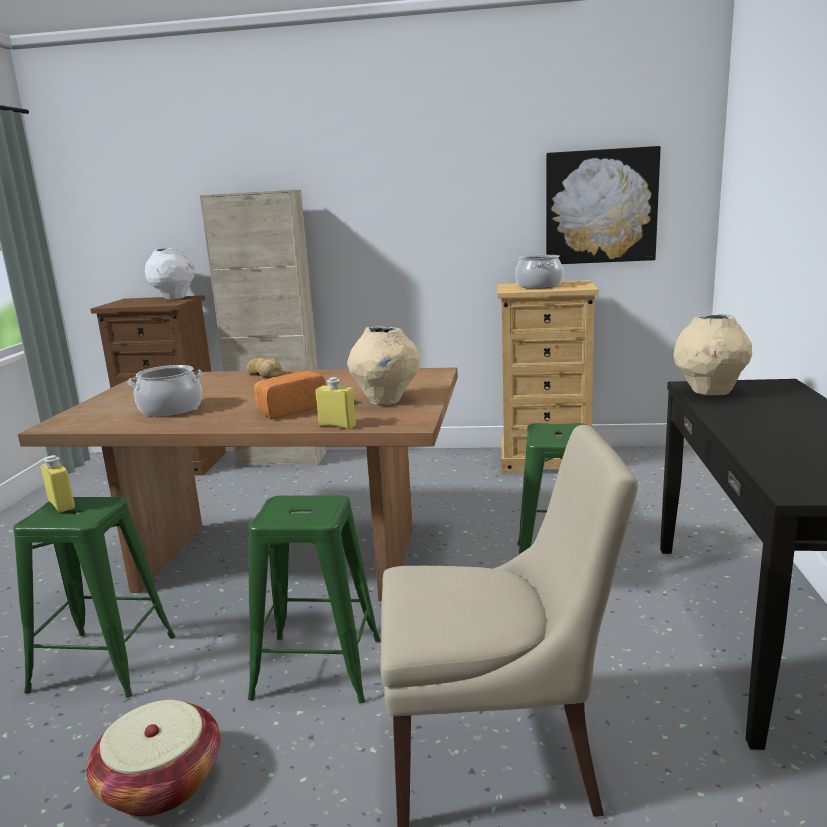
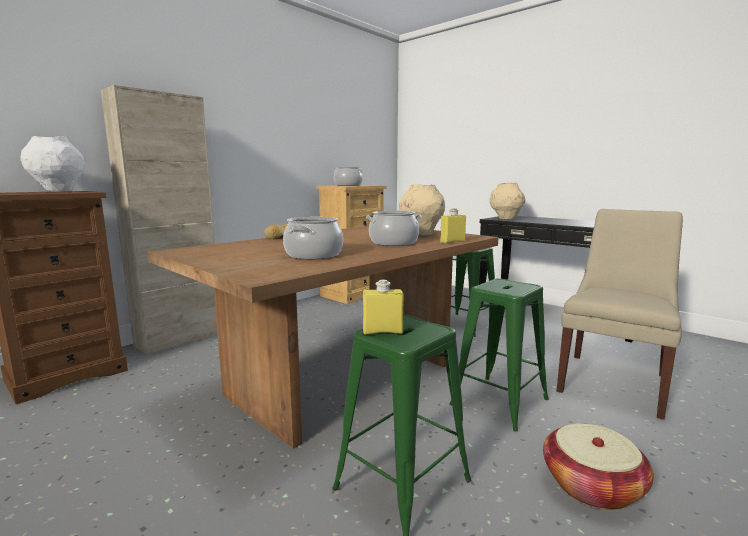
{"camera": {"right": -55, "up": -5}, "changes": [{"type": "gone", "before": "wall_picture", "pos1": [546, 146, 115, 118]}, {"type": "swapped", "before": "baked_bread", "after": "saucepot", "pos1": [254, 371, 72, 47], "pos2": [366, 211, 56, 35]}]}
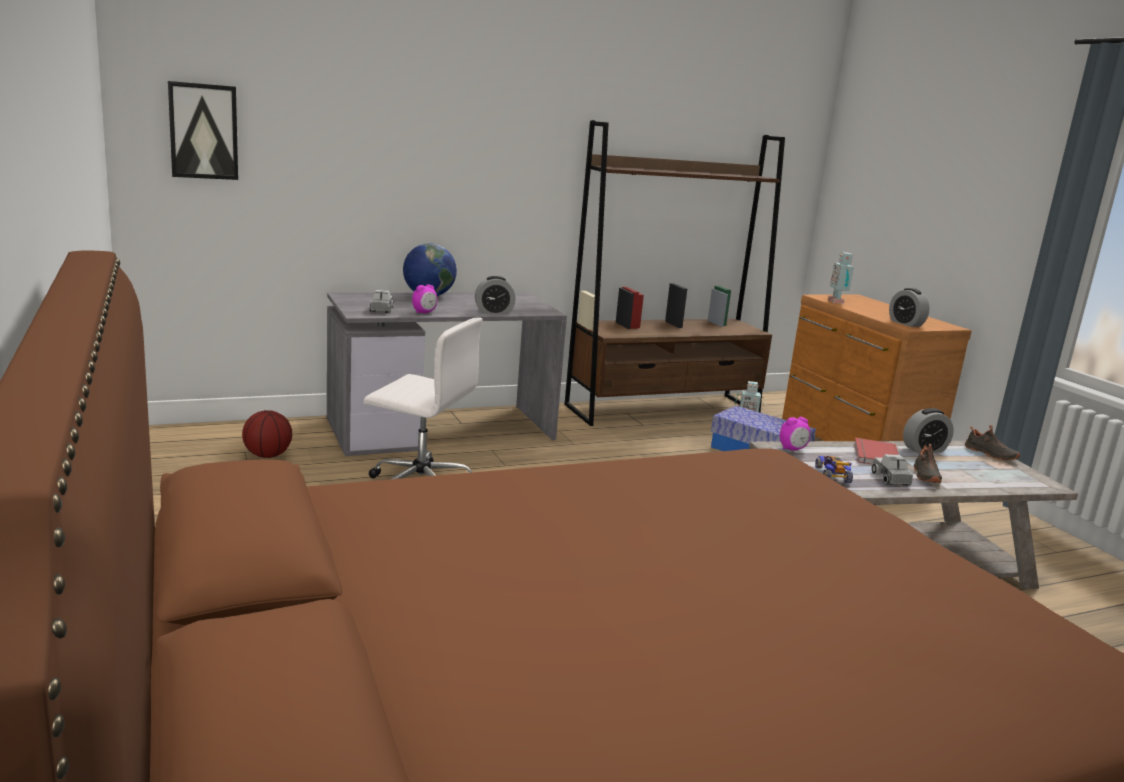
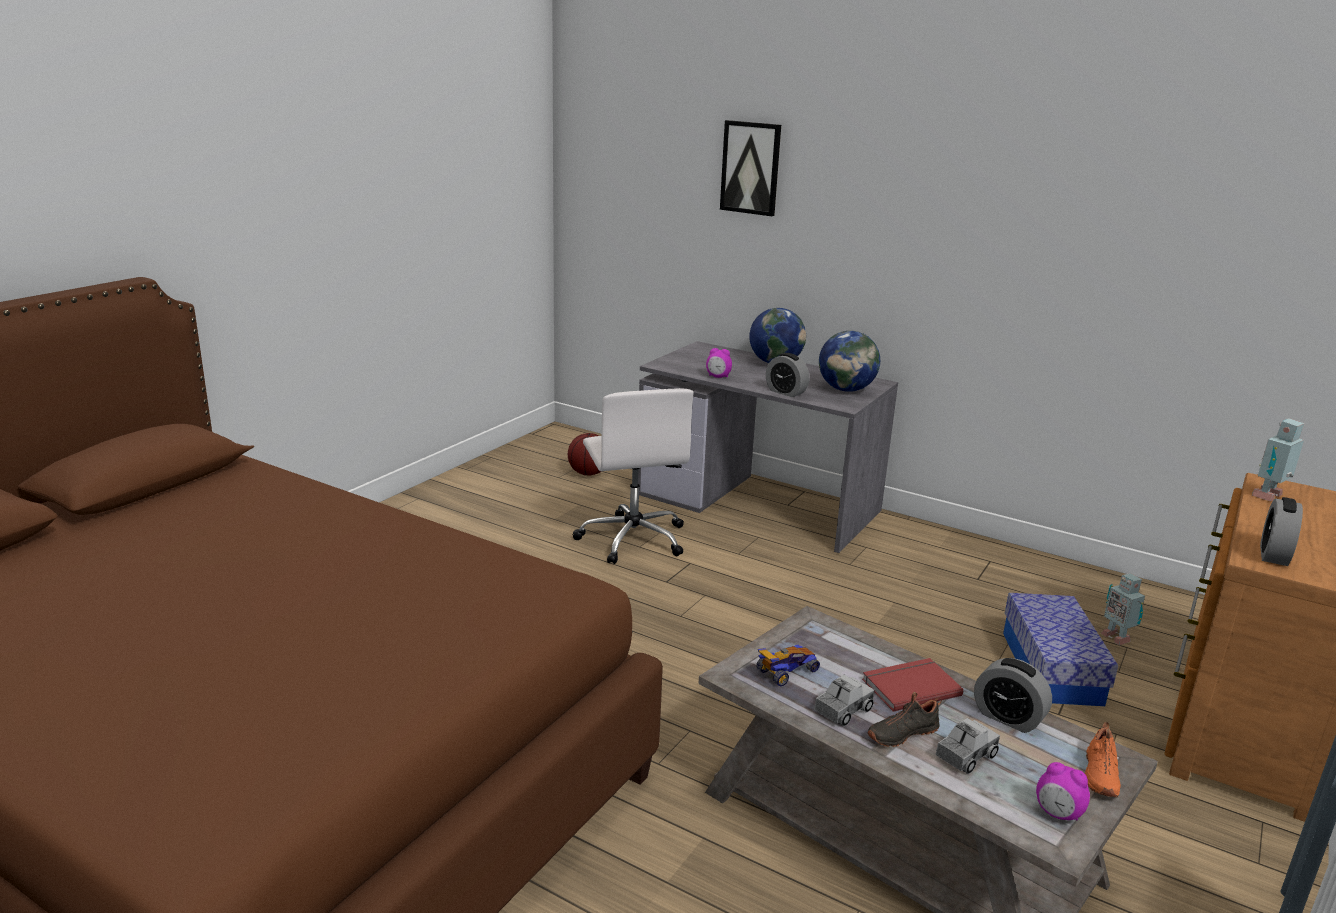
{"camera": {"right": 55, "up": 5}, "changes": [{"type": "gone", "before": "brown_shelving_unit", "pos1": [564, 120, 221, 306]}, {"type": "new", "after": "desk_globe", "pos2": [819, 331, 61, 61]}, {"type": "shifted", "before": "wall_picture", "pos1": [168, 81, 70, 99], "pos2": [720, 120, 61, 96]}, {"type": "shifted", "before": "toy_truck", "pos1": [370, 290, 24, 23], "pos2": [935, 718, 65, 56]}, {"type": "shifted", "before": "alarm_clock", "pos1": [780, 417, 30, 34], "pos2": [1036, 762, 54, 58]}, {"type": "repainted", "before": "black-coloured_shoe", "after": "orange-coloured_shoe", "pos1": [965, 425, 55, 36], "pos2": [1085, 722, 36, 75]}]}
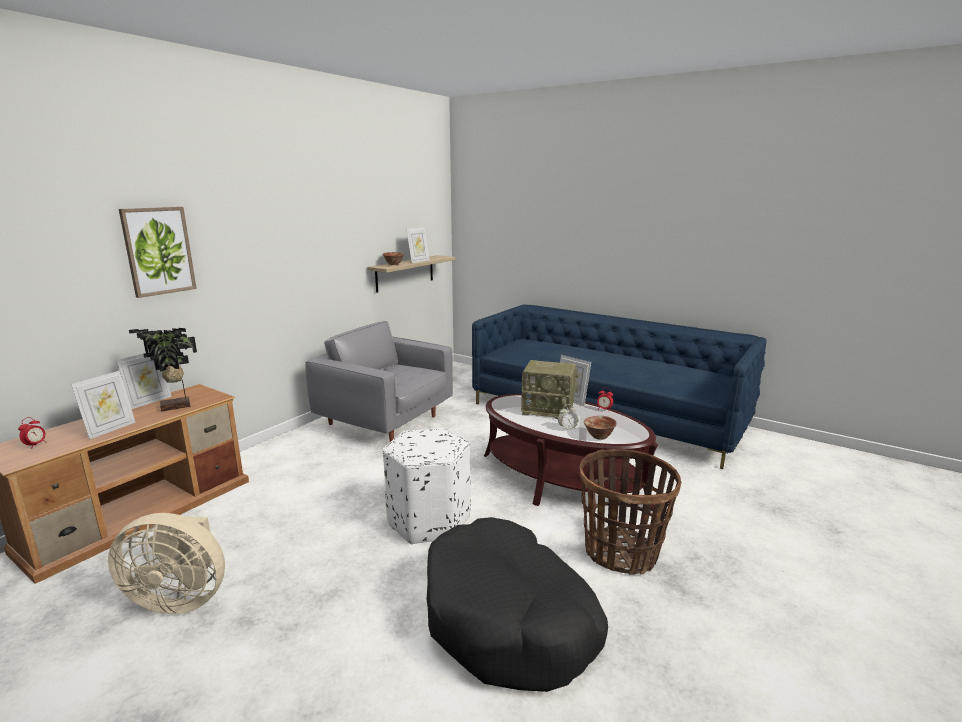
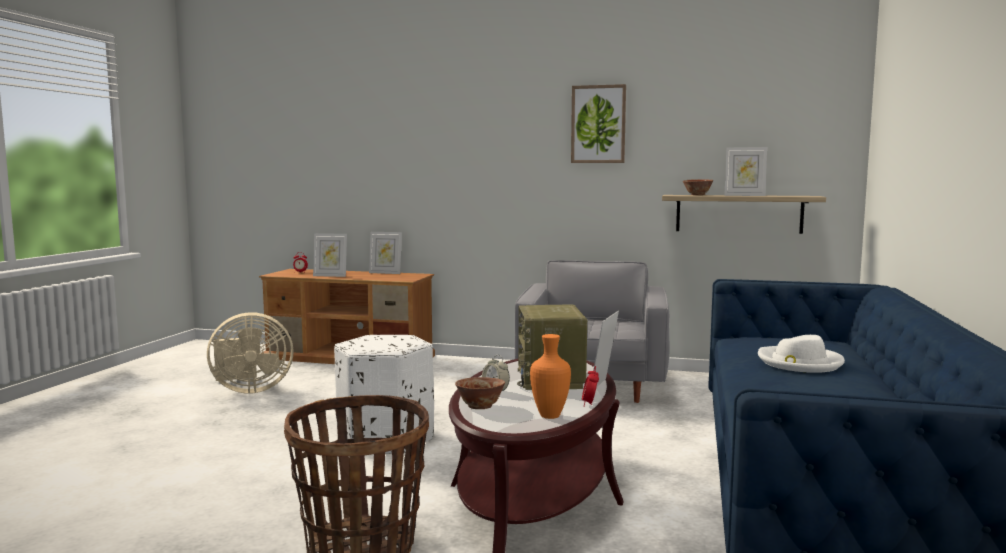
{"camera": {"right": 70, "up": -10}, "changes": [{"type": "gone", "before": "plant_in_a_pot", "pos1": [129, 328, 68, 83]}, {"type": "gone", "before": "black-coloured_pet_bed", "pos1": [427, 517, 181, 175]}, {"type": "new", "after": "orange-coloured_decorative_vase", "pos2": [530, 334, 41, 85]}, {"type": "new", "after": "whitish_clothing_hat", "pos2": [758, 335, 87, 38]}, {"type": "shifted", "before": "wall_picture", "pos1": [119, 207, 78, 91], "pos2": [571, 84, 55, 79]}, {"type": "rotated", "before": "beige-coloured_cooling_fan", "pos1": [108, 513, 117, 101], "pos2": [207, 312, 87, 81], "turn": -90}]}
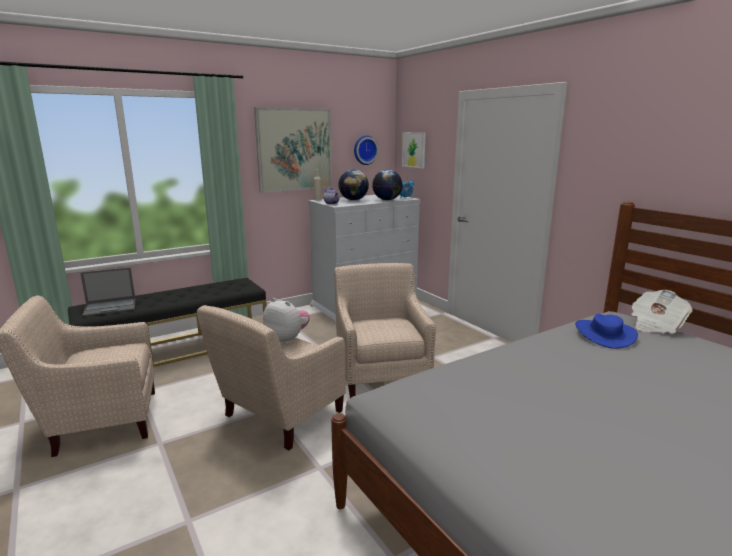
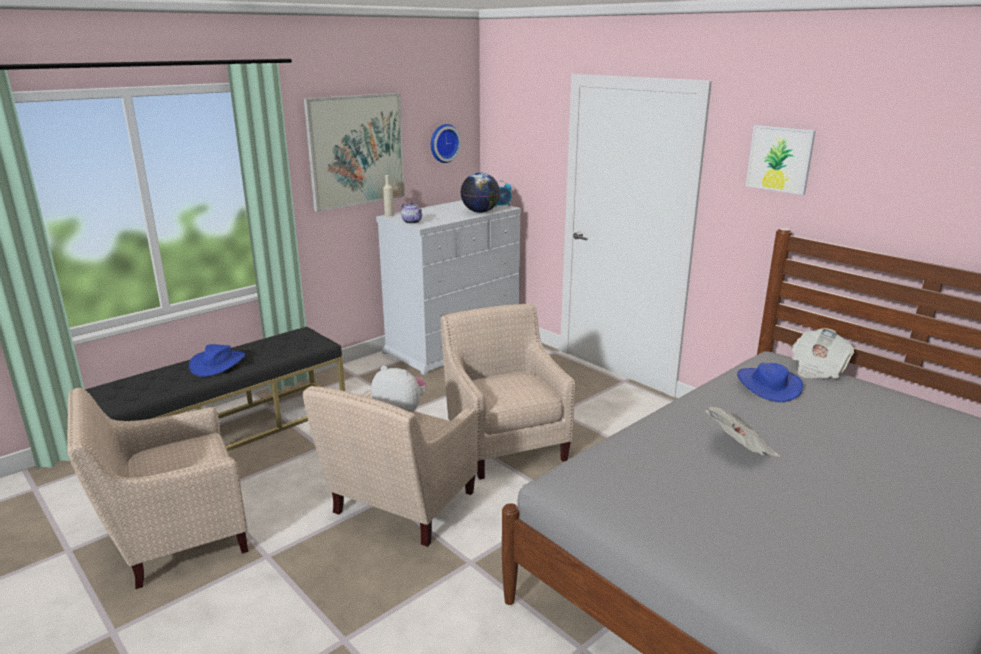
{"camera": {"right": -10, "up": 5}, "changes": [{"type": "gone", "before": "portable_computer", "pos1": [80, 267, 55, 50]}, {"type": "gone", "before": "desk_globe", "pos1": [338, 169, 31, 31]}, {"type": "new", "after": "bluish_clothing_hat", "pos2": [189, 344, 56, 33]}, {"type": "new", "after": "printed_paper", "pos2": [705, 407, 75, 50]}, {"type": "shifted", "before": "wall_picture", "pos1": [402, 132, 24, 37], "pos2": [746, 125, 70, 70]}]}
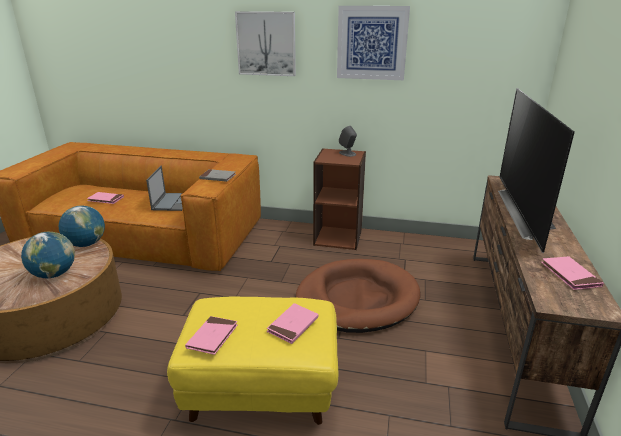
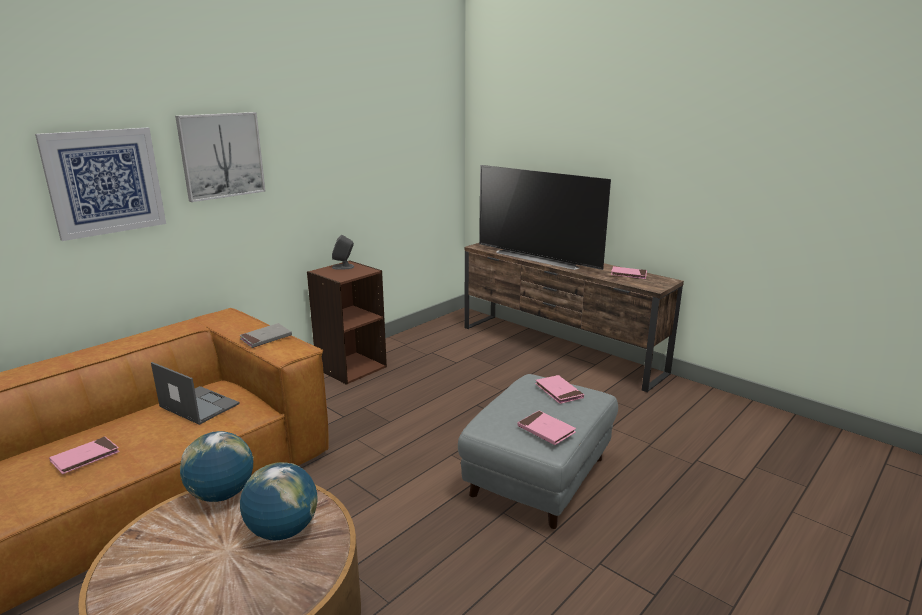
{"camera": {"right": -60, "up": -5}, "changes": [{"type": "gone", "before": "brown_pet_bed", "pos1": [296, 259, 124, 74]}, {"type": "shifted", "before": "wall_picture", "pos1": [337, 6, 73, 74], "pos2": [35, 128, 131, 113]}, {"type": "repainted", "before": "yellowish_footrest", "after": "grey_footrest", "pos1": [167, 297, 171, 128], "pos2": [458, 374, 160, 155]}]}
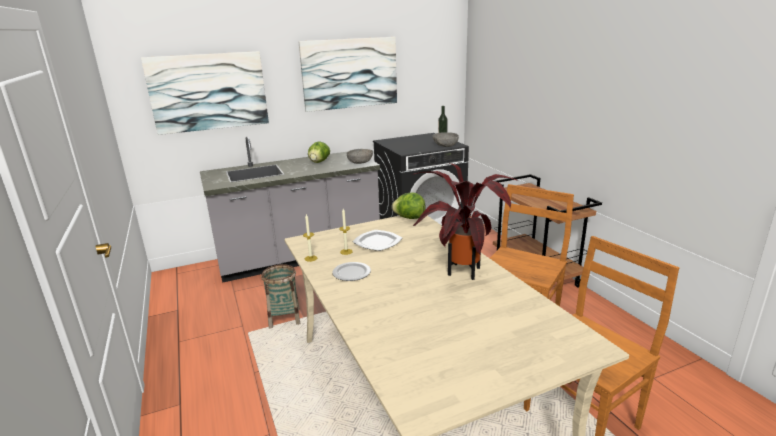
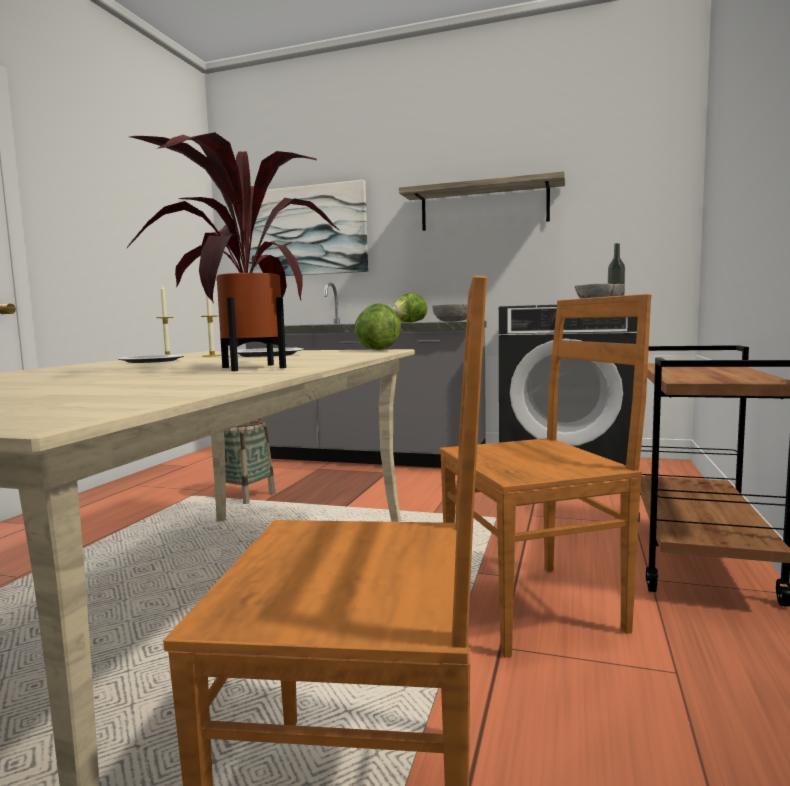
{"camera": {"right": 40, "up": -15}, "changes": [{"type": "swapped", "before": "wall_picture", "after": "shelf", "pos1": [298, 37, 99, 75], "pos2": [399, 171, 166, 60]}]}
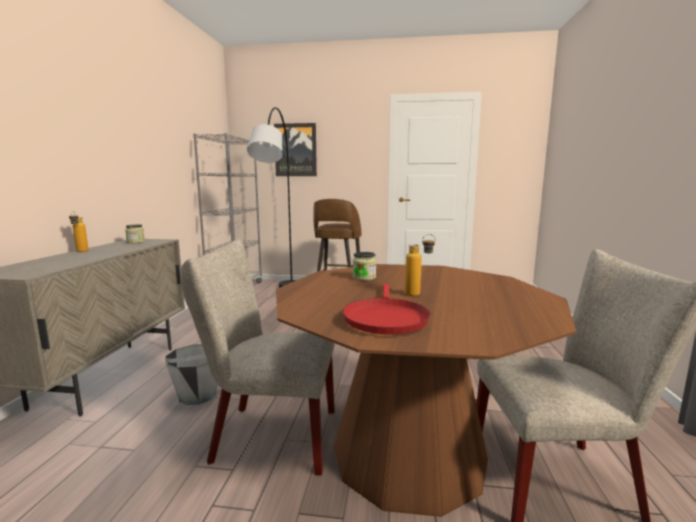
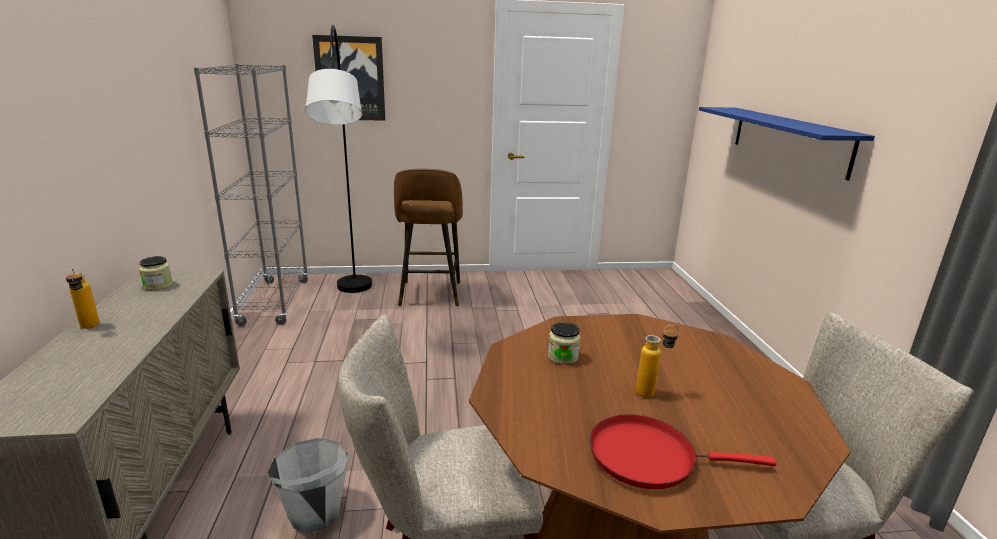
{"camera": {"right": -15, "up": 10}, "changes": [{"type": "new", "after": "bluish_shelf", "pos2": [699, 107, 176, 74]}, {"type": "rotated", "before": "red-coloured_pan", "pos1": [342, 284, 88, 50], "pos2": [590, 414, 187, 75], "turn": 105}]}
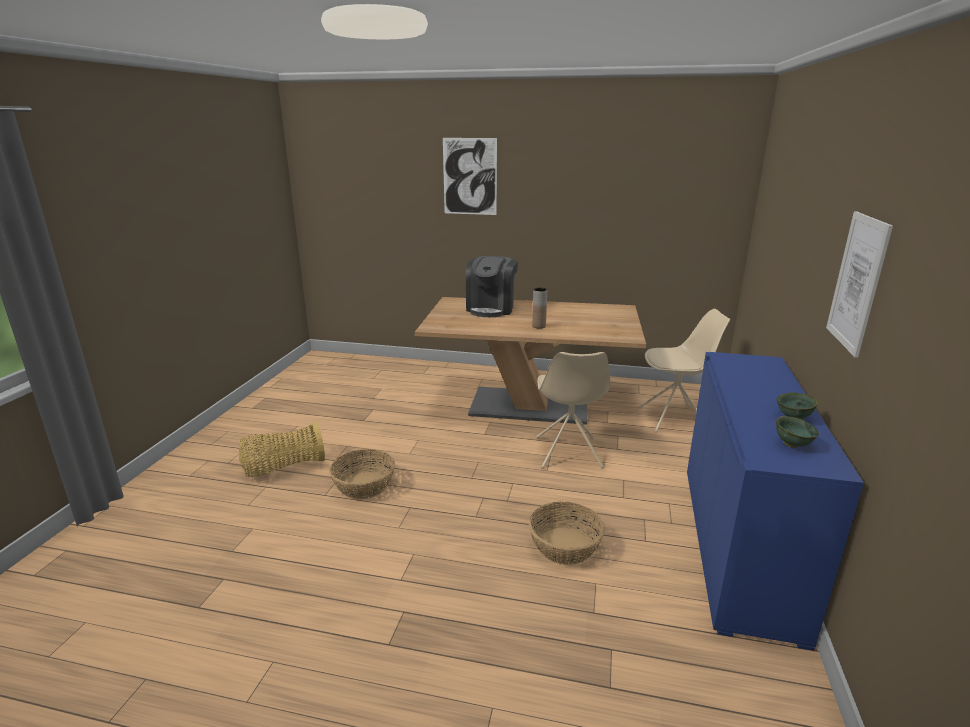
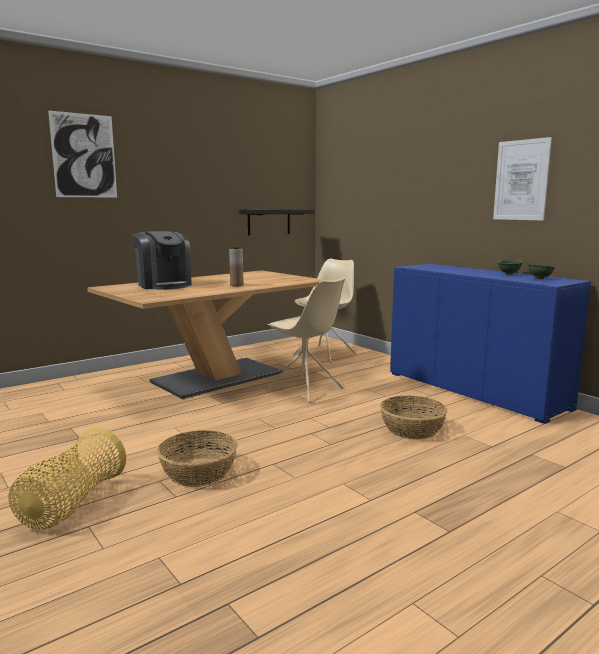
{"camera": {"right": -50, "up": -10}, "changes": [{"type": "new", "after": "black-coloured_shelf", "pos2": [239, 209, 76, 27]}]}
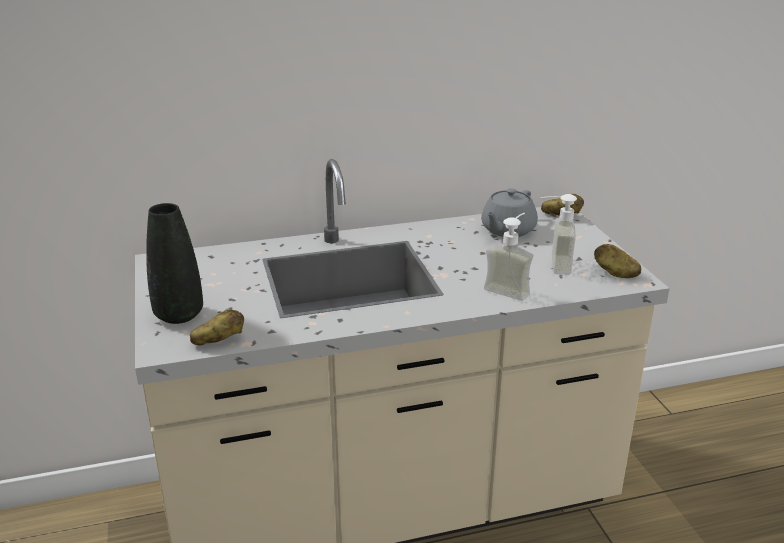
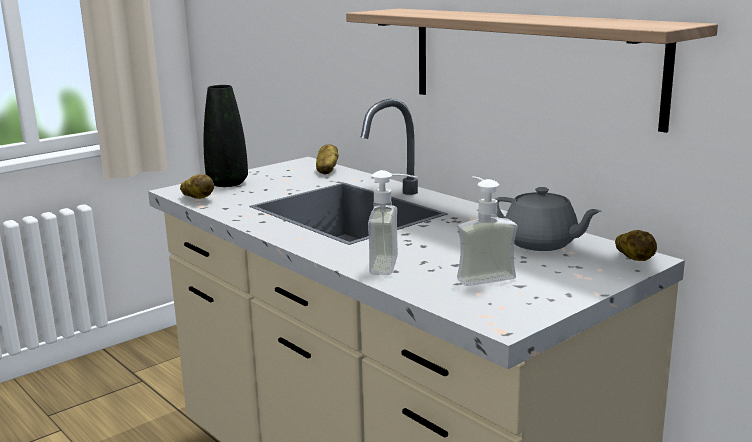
{"camera": {"right": 65, "up": -10}, "changes": [{"type": "new", "after": "shelf", "pos2": [346, 9, 372, 124]}, {"type": "shifted", "before": "spud", "pos1": [594, 244, 47, 34], "pos2": [316, 145, 23, 30]}, {"type": "rotated", "before": "grey_tea_pot", "pos1": [481, 188, 57, 49], "pos2": [495, 187, 107, 64], "turn": -150}]}
